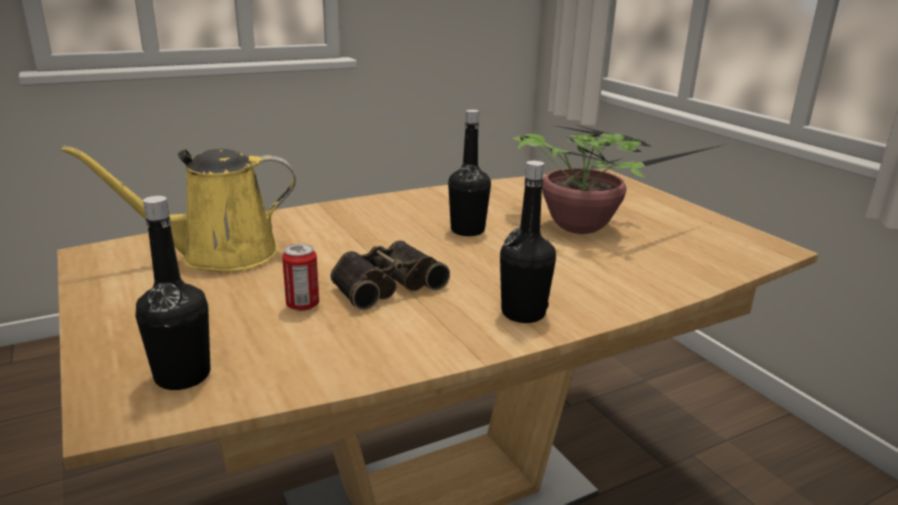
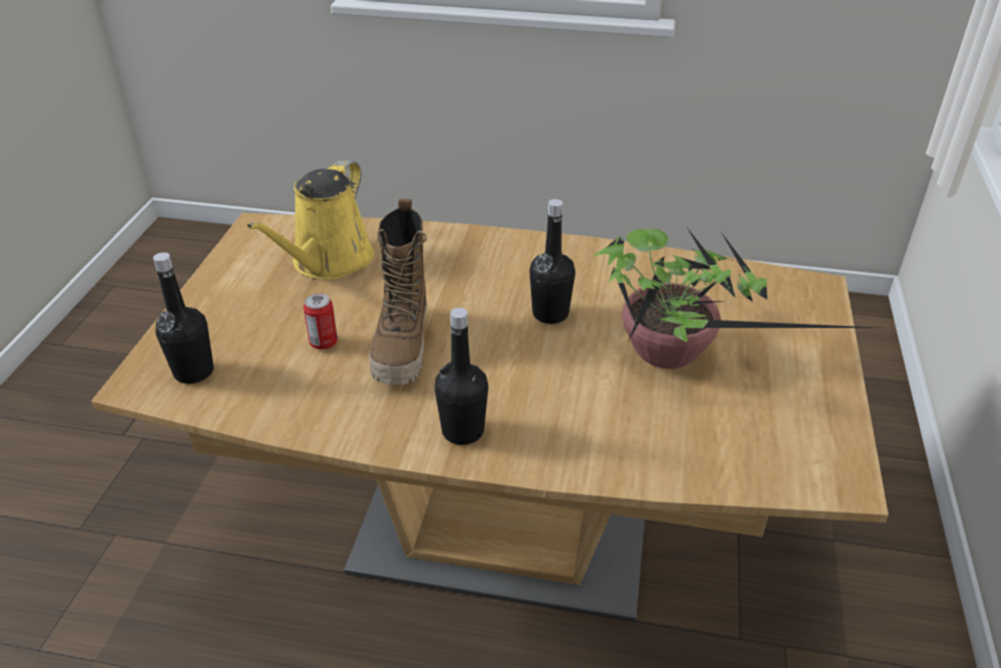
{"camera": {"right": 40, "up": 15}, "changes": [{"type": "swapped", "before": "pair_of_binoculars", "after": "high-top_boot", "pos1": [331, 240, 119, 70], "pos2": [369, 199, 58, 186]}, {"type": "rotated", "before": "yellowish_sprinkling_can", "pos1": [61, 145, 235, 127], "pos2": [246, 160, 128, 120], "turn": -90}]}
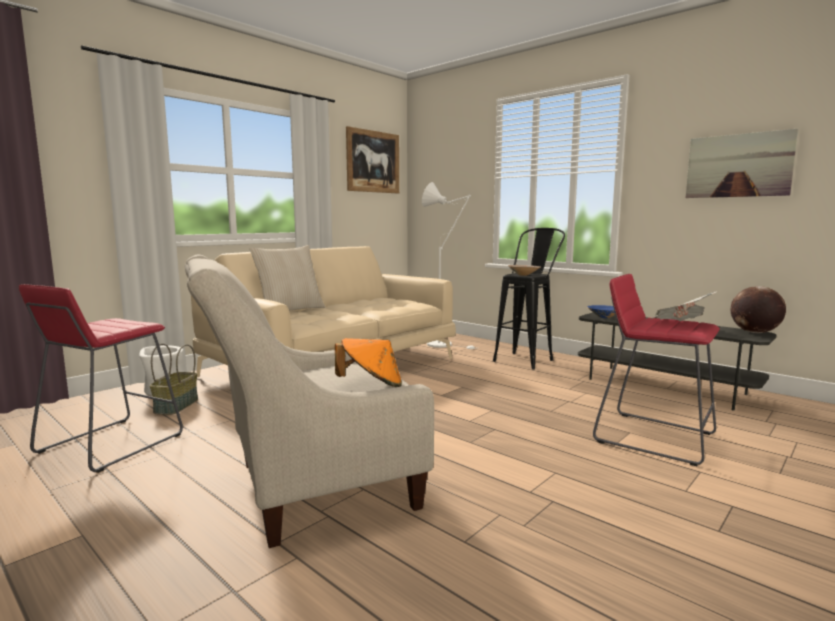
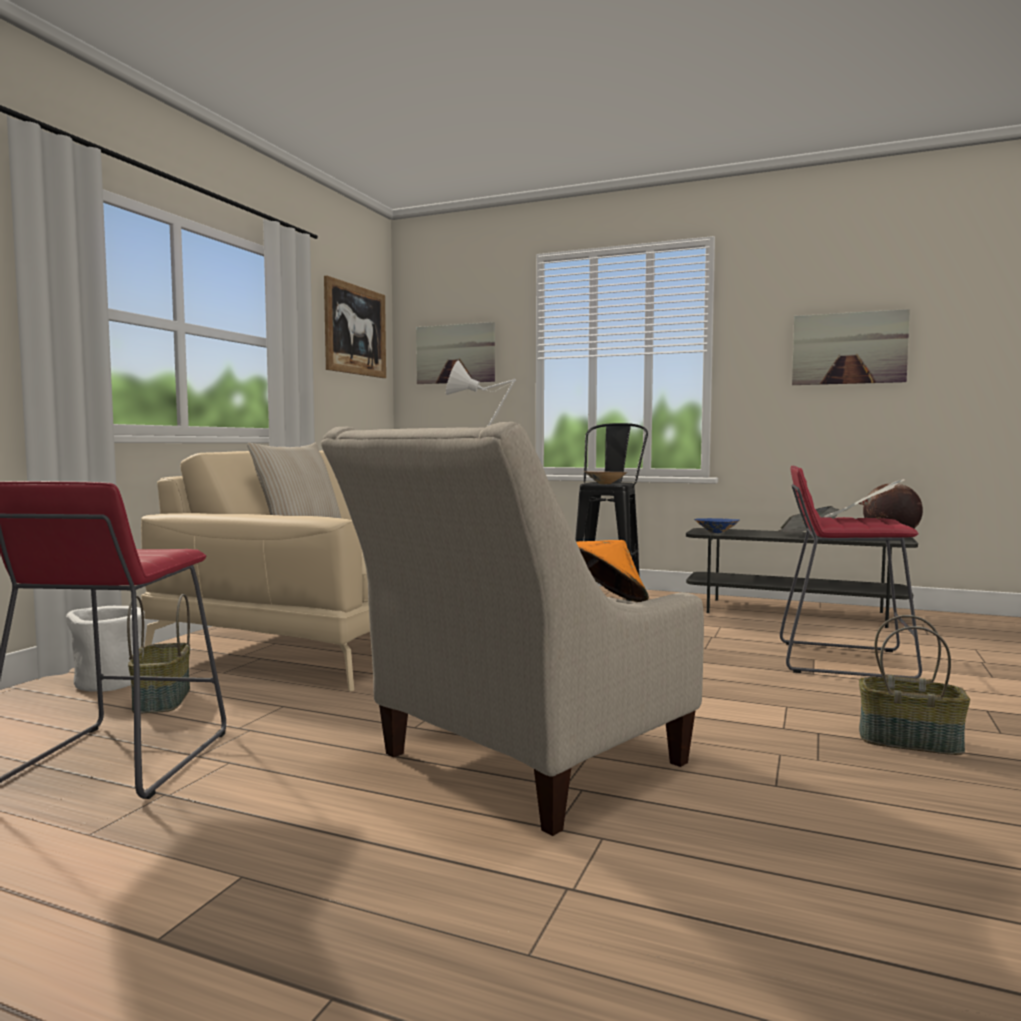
{"camera": {"right": -20, "up": -5}, "changes": [{"type": "new", "after": "wall_picture", "pos2": [416, 322, 79, 62]}, {"type": "new", "after": "basket", "pos2": [859, 615, 111, 140]}]}
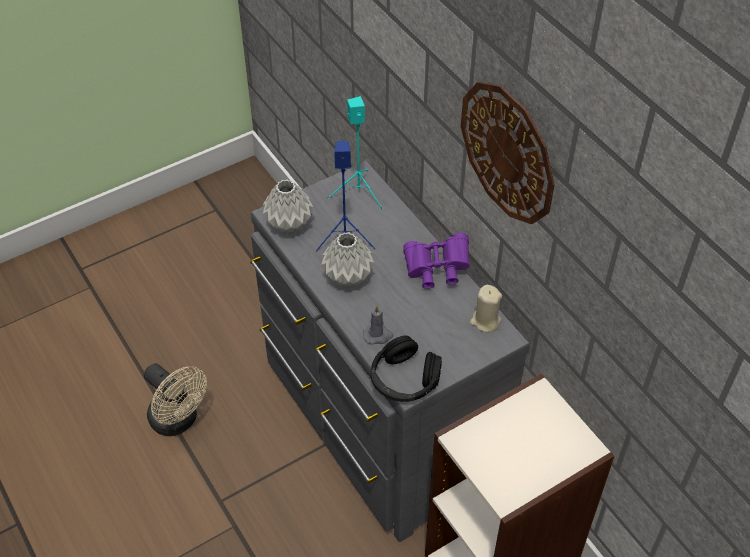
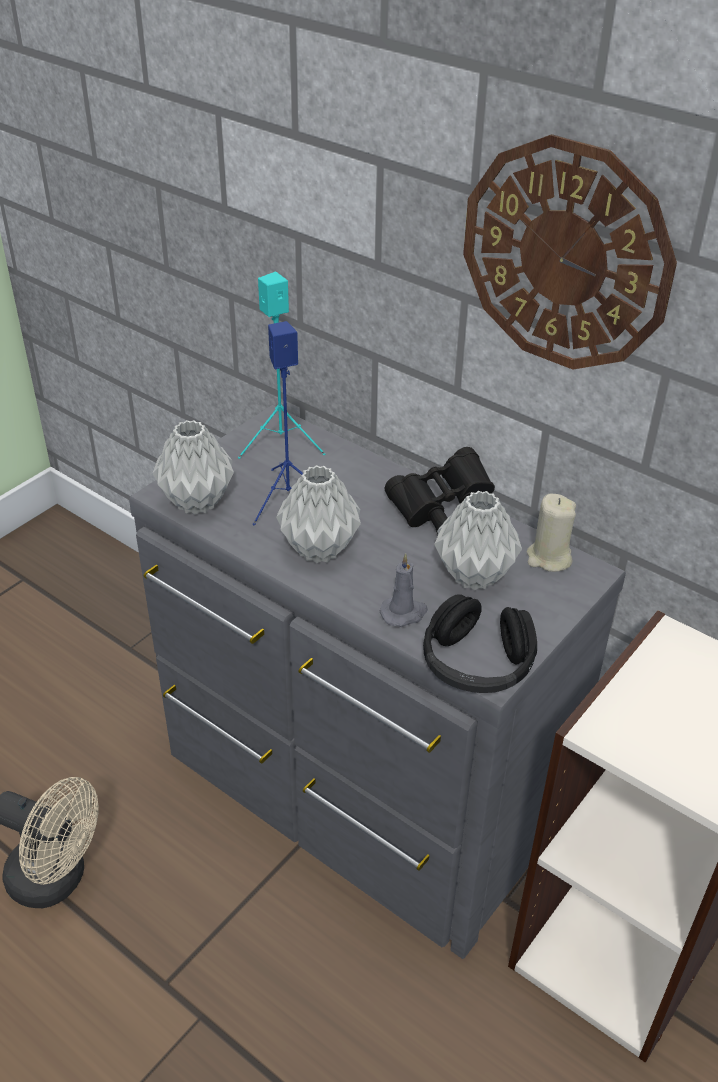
{"camera": {"right": -20, "up": -10}, "changes": [{"type": "new", "after": "grey_decorative_vase", "pos2": [434, 490, 88, 100]}, {"type": "repainted", "before": "purple_pair_of_binoculars", "after": "black-coloured_pair_of_binoculars", "pos1": [403, 233, 67, 56], "pos2": [385, 447, 110, 87]}]}
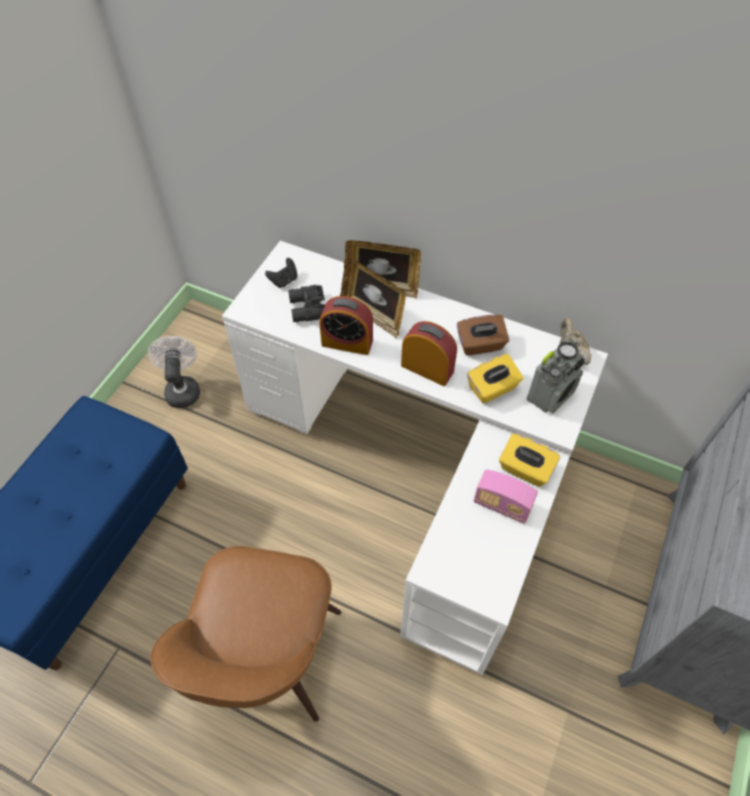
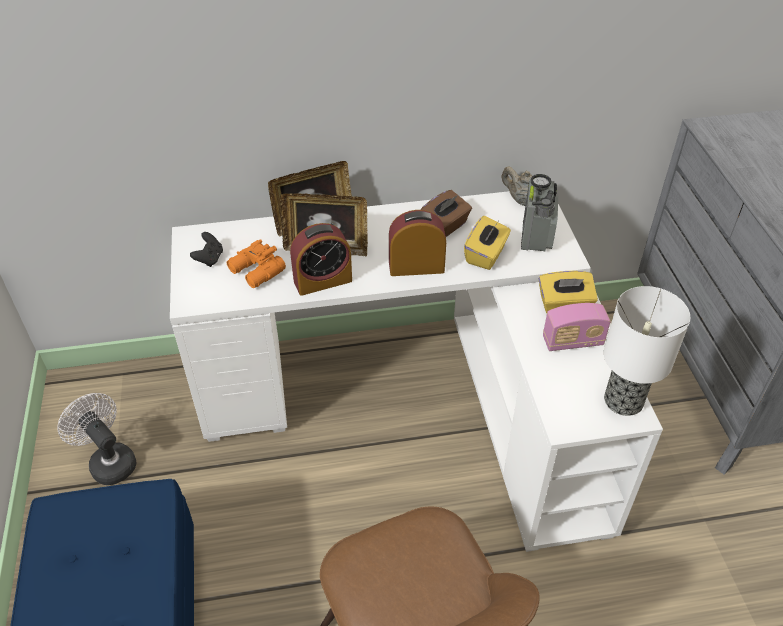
{"camera": {"right": -35, "up": -10}, "changes": [{"type": "new", "after": "table_lamp", "pos2": [604, 286, 86, 130]}, {"type": "repainted", "before": "black-coloured_pair_of_binoculars", "after": "orange-coloured_pair_of_binoculars", "pos1": [288, 285, 37, 38], "pos2": [227, 239, 59, 49]}]}
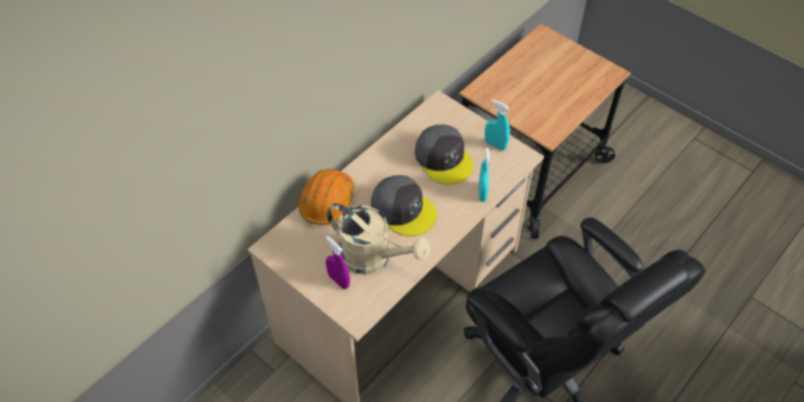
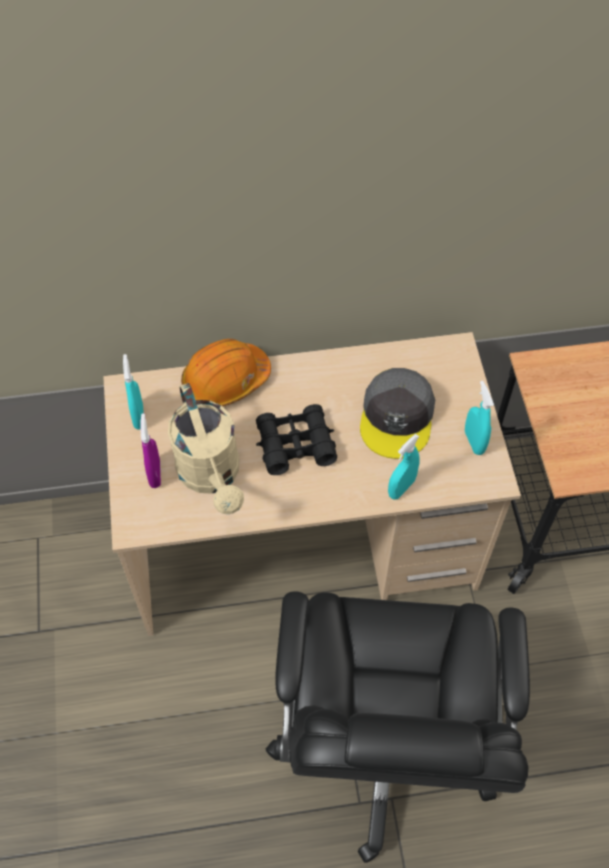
{"camera": {"right": 40, "up": 5}, "changes": [{"type": "new", "after": "blue-green_spray_bottle", "pos2": [123, 354, 21, 76]}, {"type": "swapped", "before": "grey_peaked_cap", "after": "black-coloured_pair_of_binoculars", "pos1": [371, 175, 66, 61], "pos2": [256, 404, 81, 71]}]}
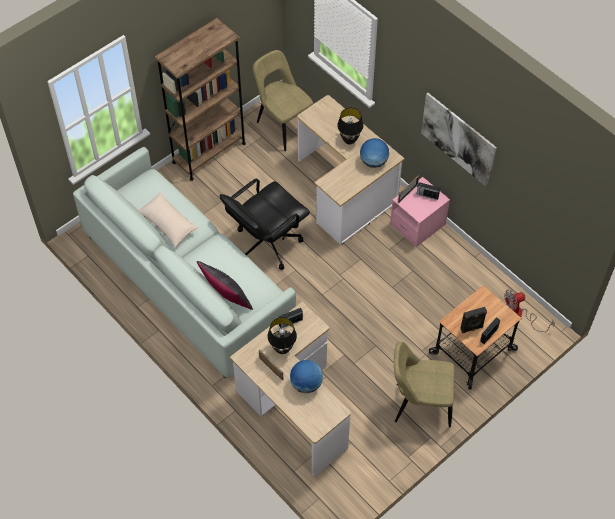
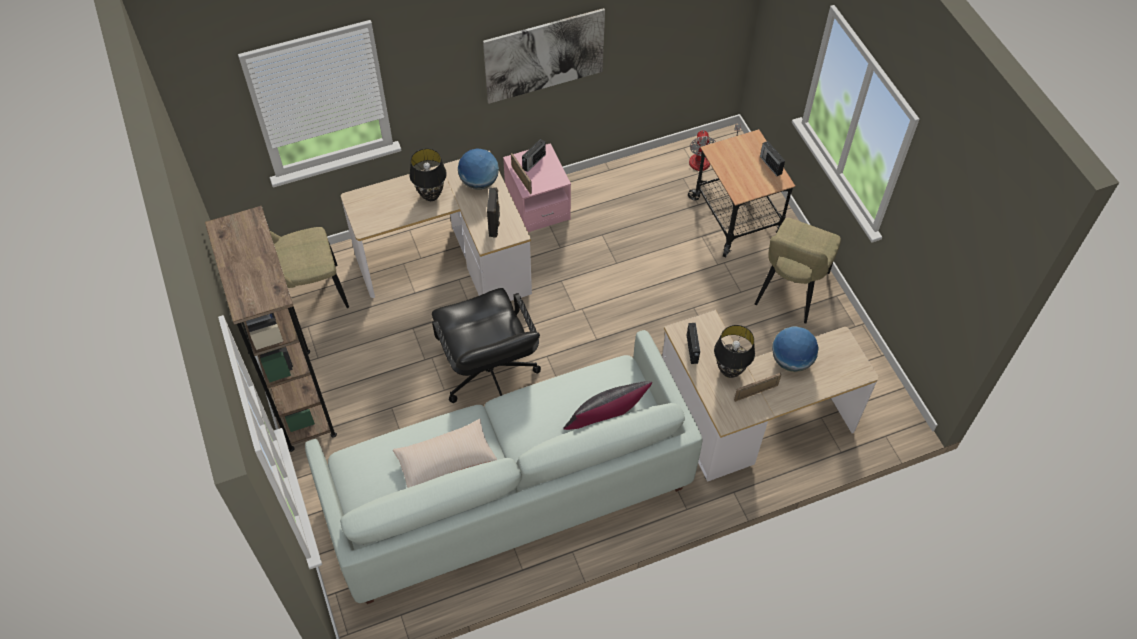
{"camera": {"right": -70, "up": 0}, "changes": [{"type": "shifted", "before": "black-coloured_audio_speaker", "pos1": [460, 307, 27, 26], "pos2": [487, 187, 13, 51]}]}
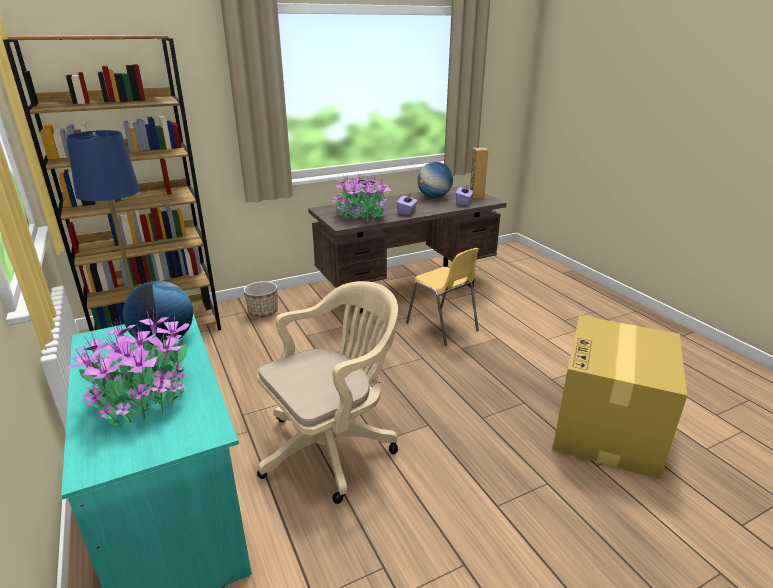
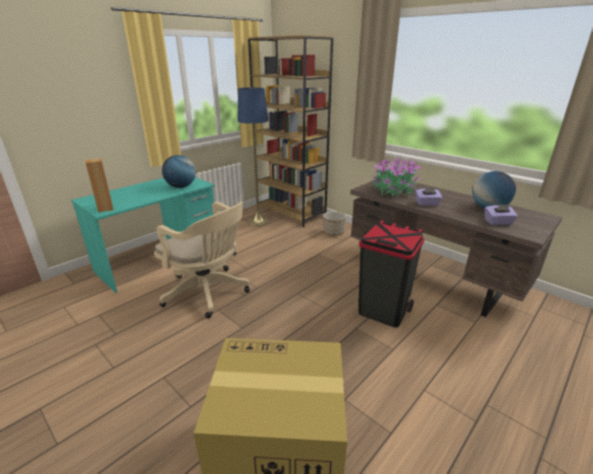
{"camera": {"right": 70, "up": 0}, "changes": [{"type": "gone", "before": "plant_in_a_pot", "pos1": [67, 310, 123, 116]}, {"type": "shifted", "before": "brown_audio_speaker", "pos1": [470, 147, 18, 51], "pos2": [85, 158, 28, 55]}, {"type": "swapped", "before": "yellowish_upright_chair", "after": "black-coloured_waste_bin", "pos1": [406, 248, 73, 98], "pos2": [359, 220, 66, 108]}]}
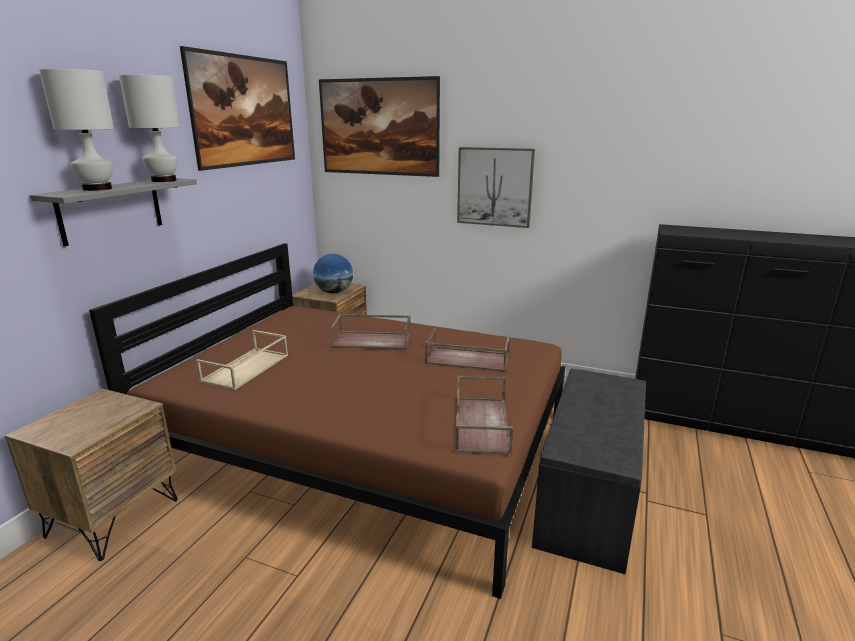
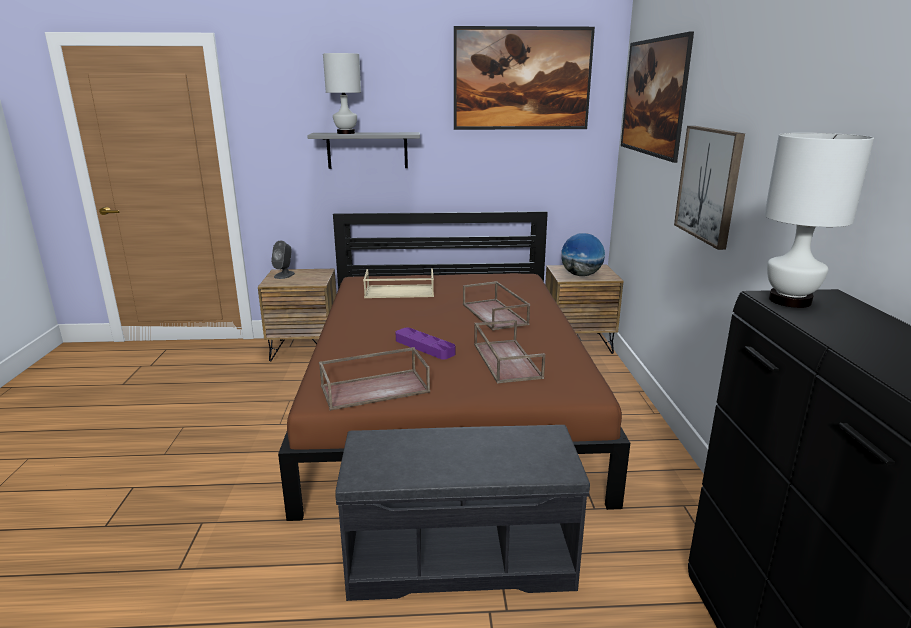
{"camera": {"right": 65, "up": 0}, "changes": [{"type": "new", "after": "grey_audio_speaker", "pos2": [271, 241, 24, 38]}, {"type": "new", "after": "purple_serving_tray", "pos2": [395, 328, 60, 31]}, {"type": "shifted", "before": "whitish_table_lamp", "pos1": [119, 75, 61, 107], "pos2": [764, 133, 110, 175]}]}
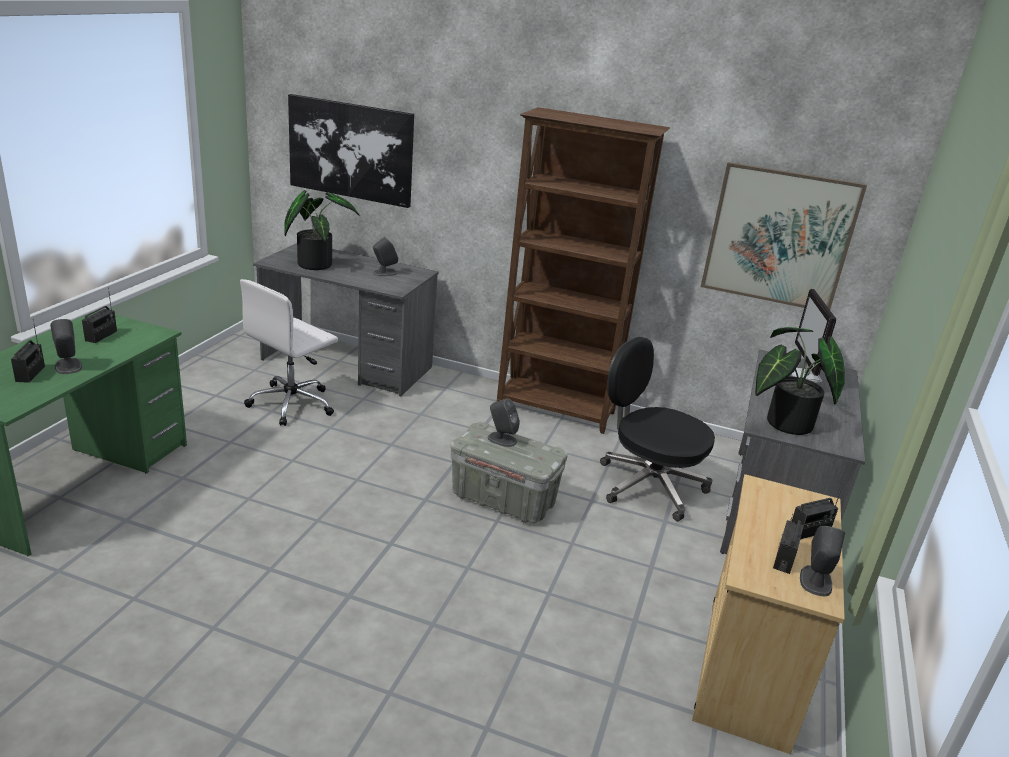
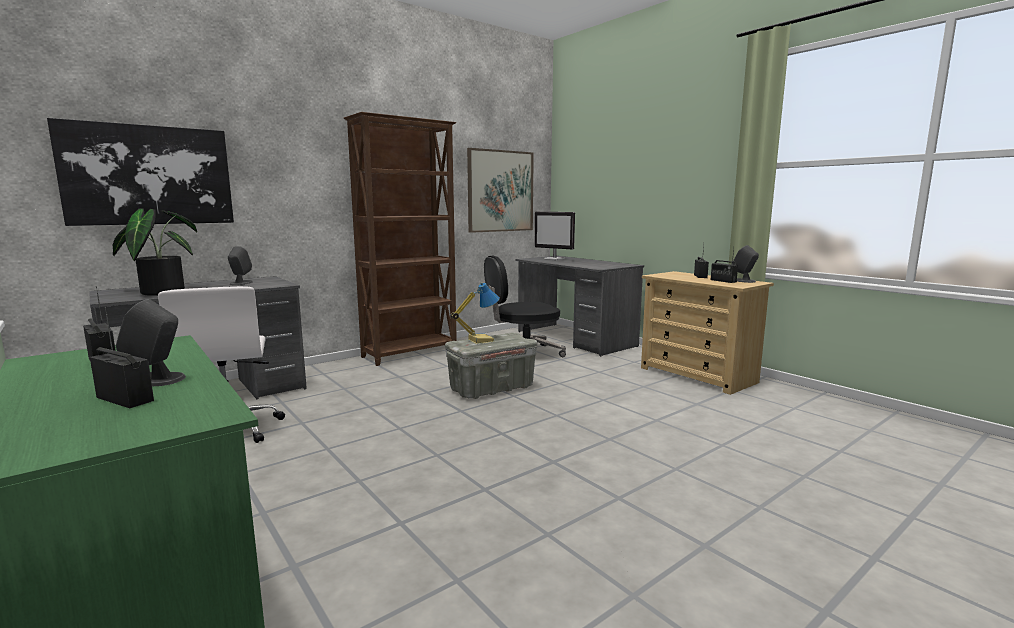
{"camera": {"right": -55, "up": -15}, "changes": [{"type": "gone", "before": "plant_in_a_pot", "pos1": [755, 327, 90, 108]}, {"type": "swapped", "before": "grey_audio_speaker", "after": "table_lamp", "pos1": [487, 398, 33, 49], "pos2": [450, 282, 50, 62]}]}
